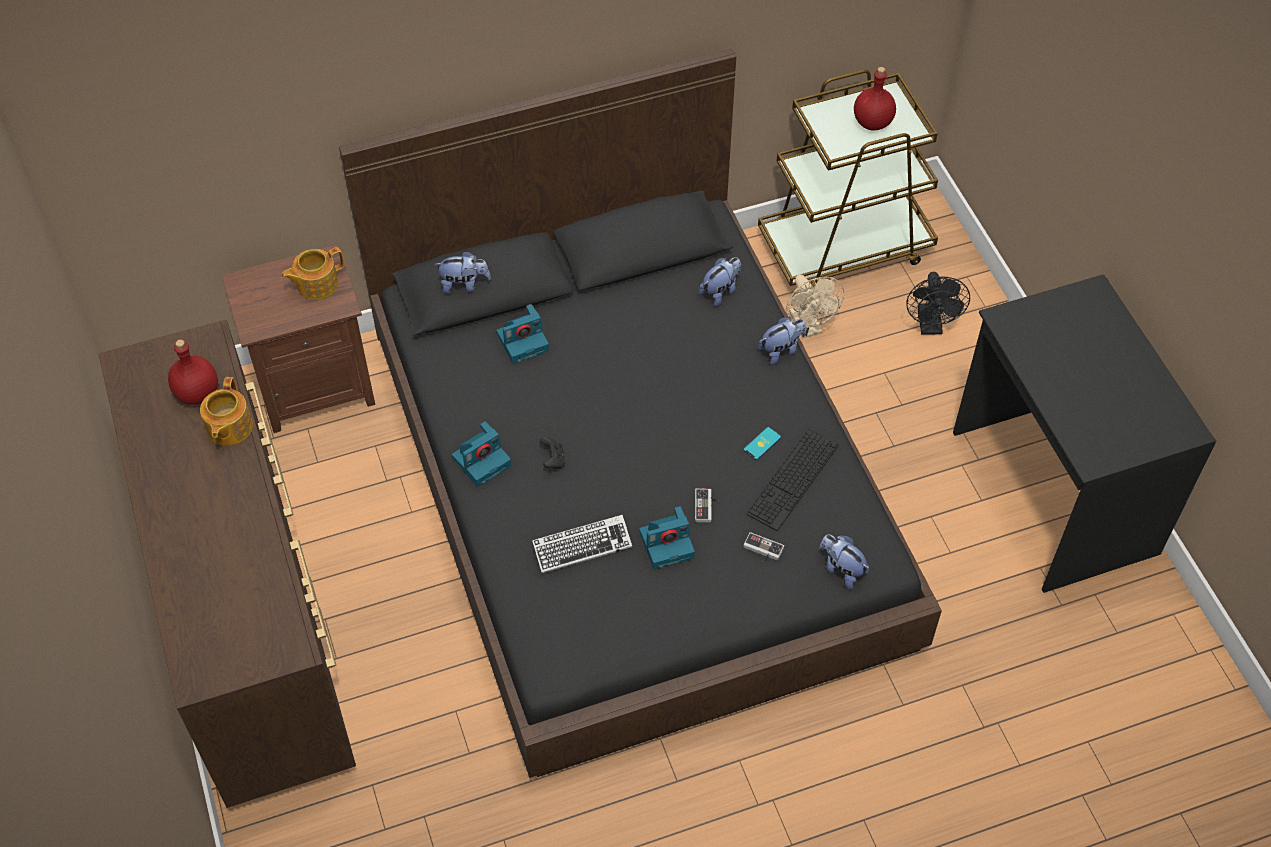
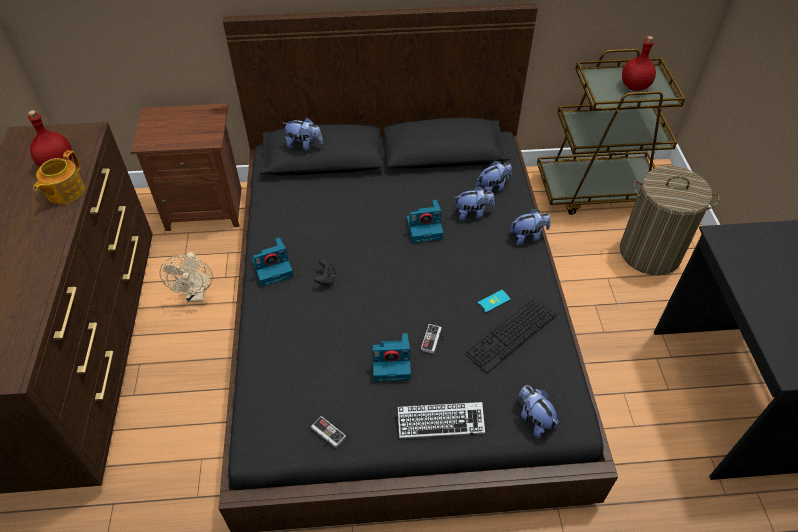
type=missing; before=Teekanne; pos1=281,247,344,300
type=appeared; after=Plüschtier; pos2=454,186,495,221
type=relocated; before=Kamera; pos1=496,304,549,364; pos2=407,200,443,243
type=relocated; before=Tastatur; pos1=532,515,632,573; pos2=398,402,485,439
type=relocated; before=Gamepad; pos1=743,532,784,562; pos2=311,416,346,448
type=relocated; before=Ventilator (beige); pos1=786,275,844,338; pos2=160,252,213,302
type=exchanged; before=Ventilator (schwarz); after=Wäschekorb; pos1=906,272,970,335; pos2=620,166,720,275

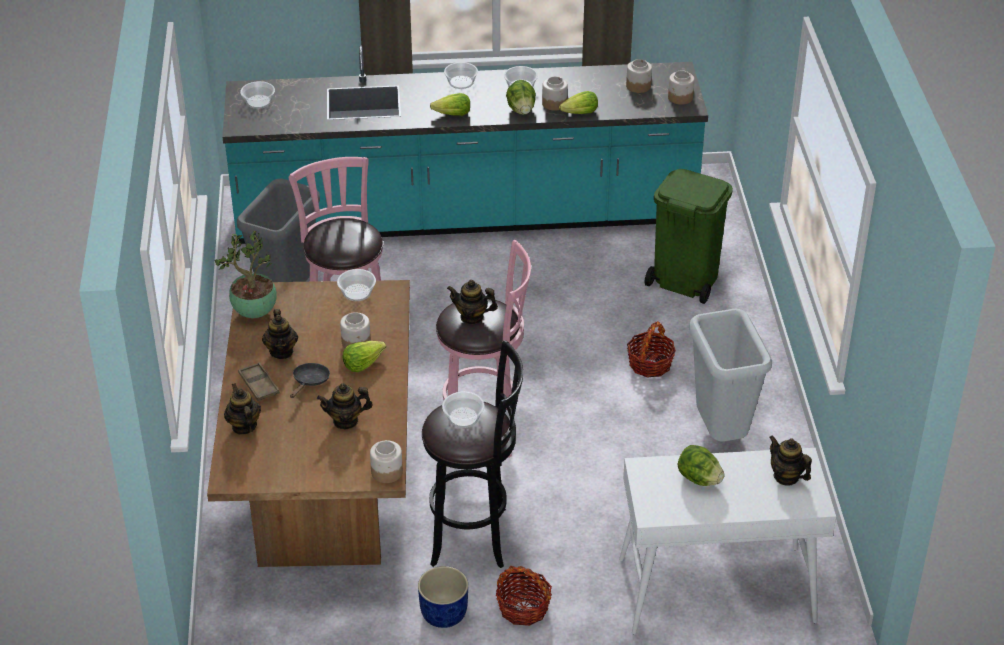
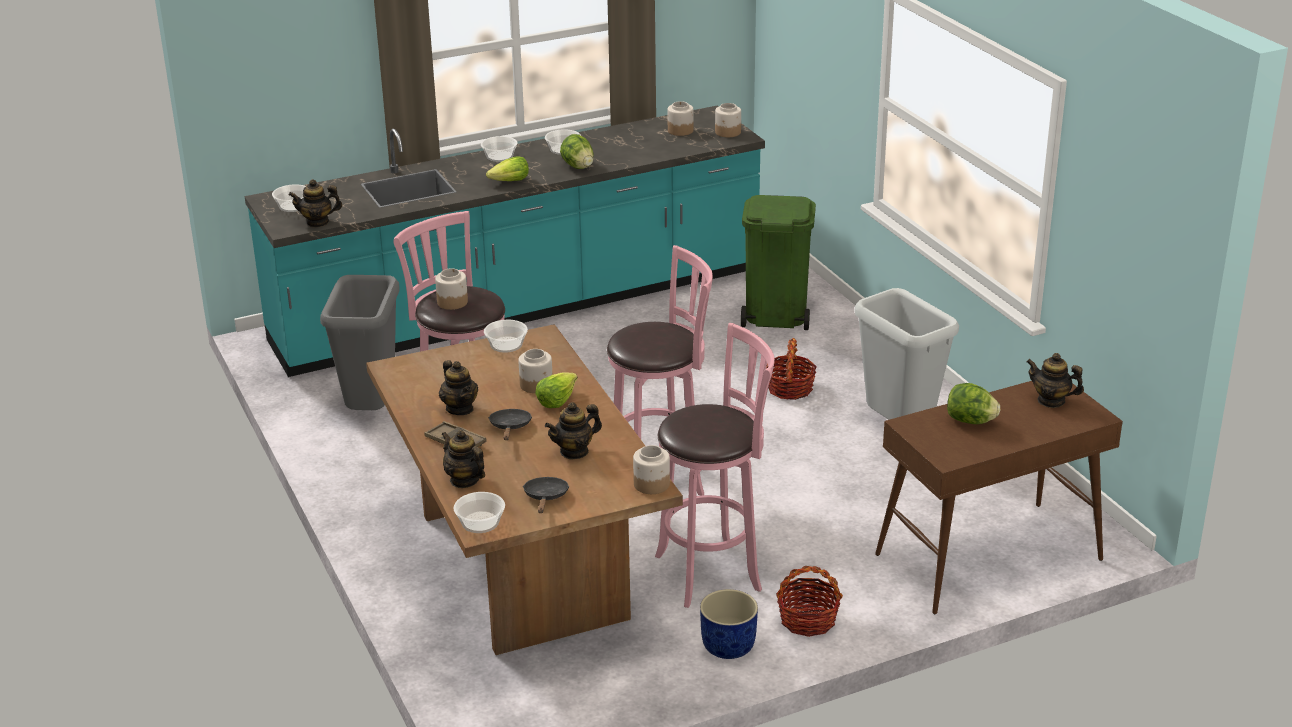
type=missing; before=Topfpflanze; pos1=215,231,276,318
type=missing; before=Salatkopf; pos1=559,91,598,114
type=appeared; after=Pfanne (schwarz); pos2=523,477,569,513
type=relocated; before=Schüssel; pos1=442,391,485,428; pos2=454,492,505,533
type=relocated; before=Teekanne; pos1=447,280,498,324; pos2=289,179,342,227
type=relocated; before=Vorratsglas; pos1=542,76,568,111; pos2=435,268,468,310
type=colour; before=Hocker (schwarz); after=Hocker (rosa); pos1=422,340,523,568; pos2=655,323,775,608
type=colour; before=Konsolentisch (weiß); after=Konsolentisch (braun); pos1=619,448,836,634; pos2=875,381,1123,614

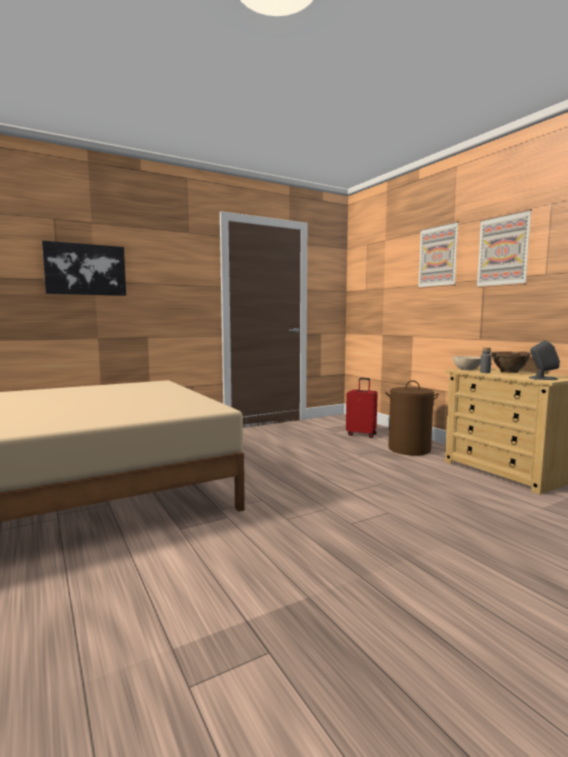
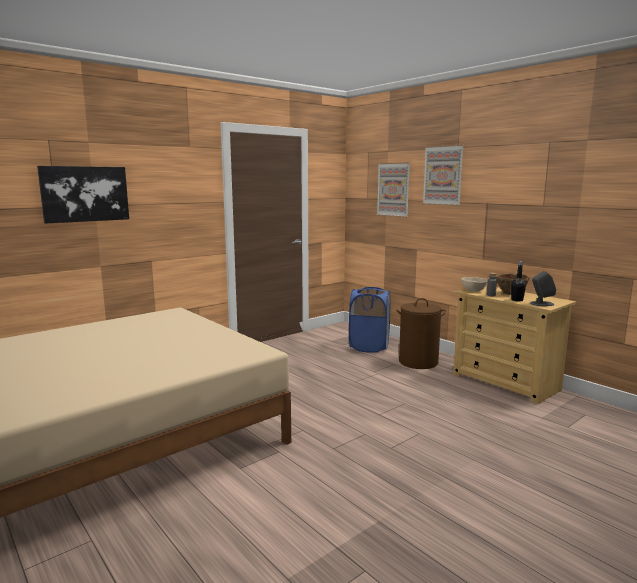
type=appeared; after=Flasche (schwarz); pos2=511,261,526,302
type=relocated; before=Bild; pos1=476,209,532,288; pos2=377,162,410,218
type=exchanged; before=Koffer (rot); after=Wäschekorb (blau); pos1=346,378,378,438; pos2=349,287,390,353

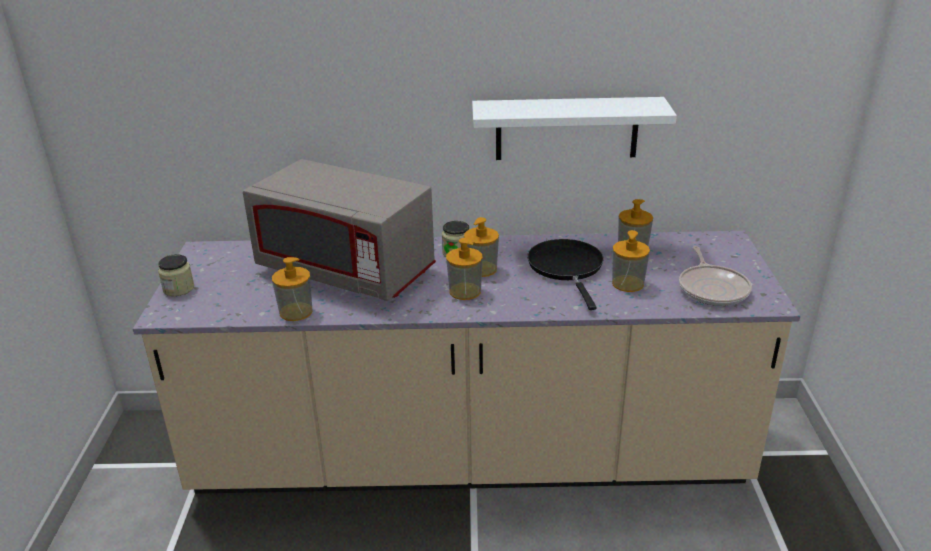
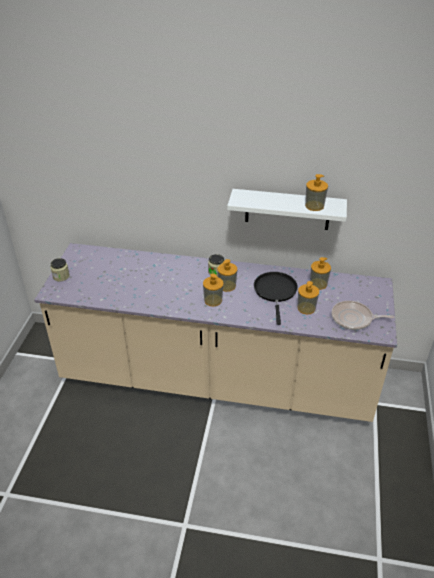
type=missing; before=Mikrowelle (grau); pos1=243,159,436,301
type=relocated; before=Seifenspender; pos1=272,257,313,321; pos2=305,174,328,211
type=spun; before=Pfanne; pos1=679,246,752,306; pos2=332,301,394,330; turn=90

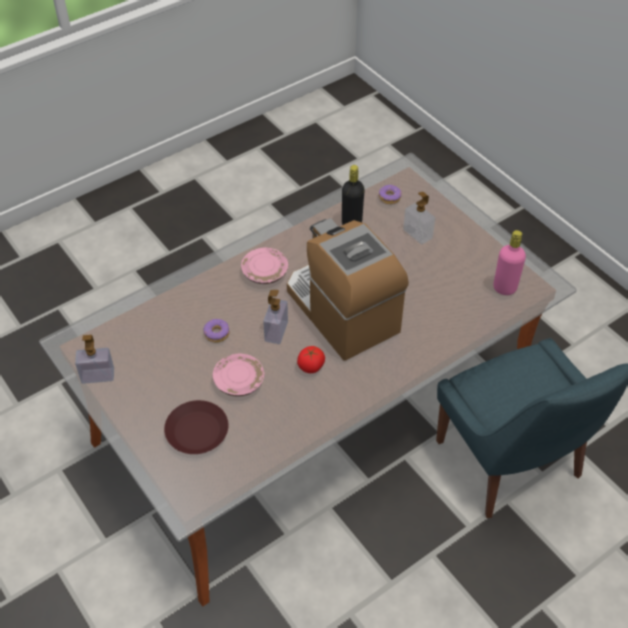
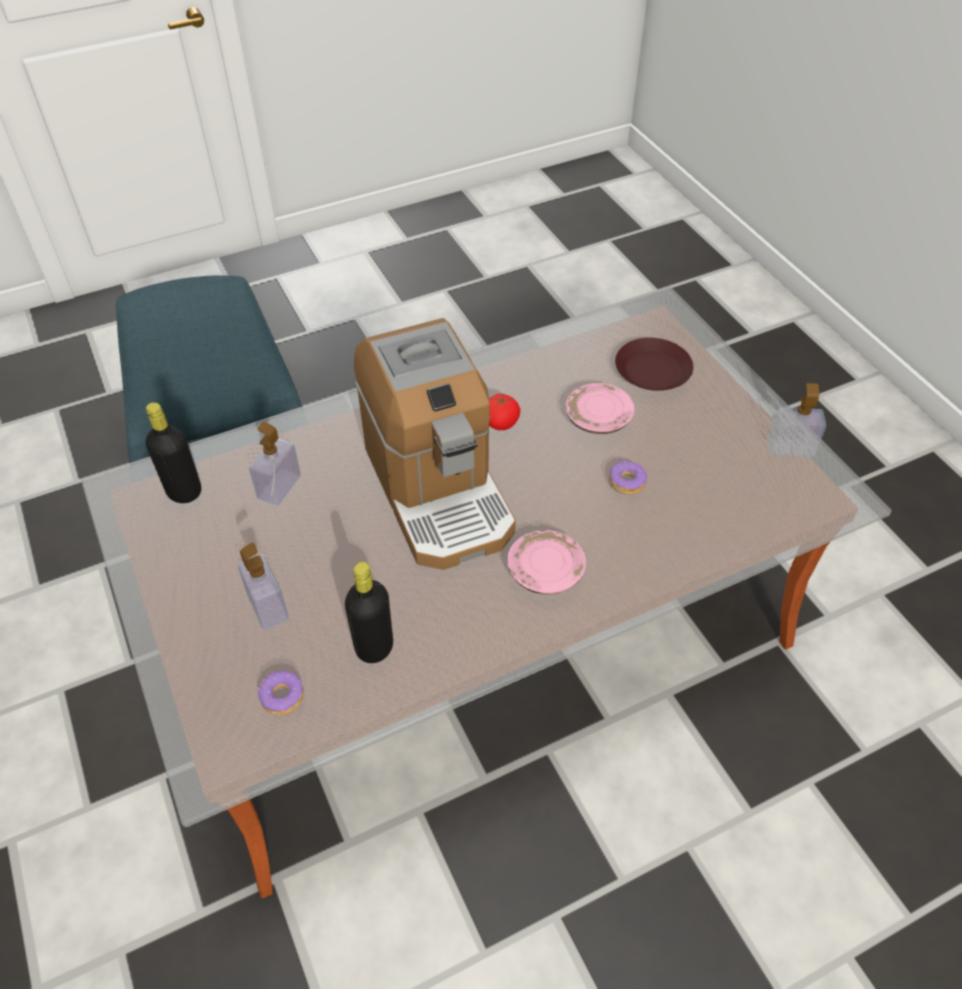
type=relocated; before=Seifenspender; pos1=263,290,288,344; pos2=249,421,301,506
type=colour; before=Flasche (rosa); after=Flasche (schwarz); pos1=493,230,526,295; pos2=146,402,201,503

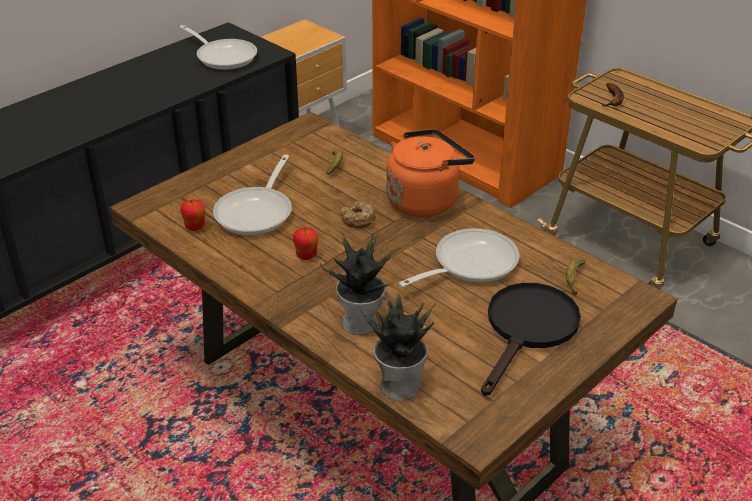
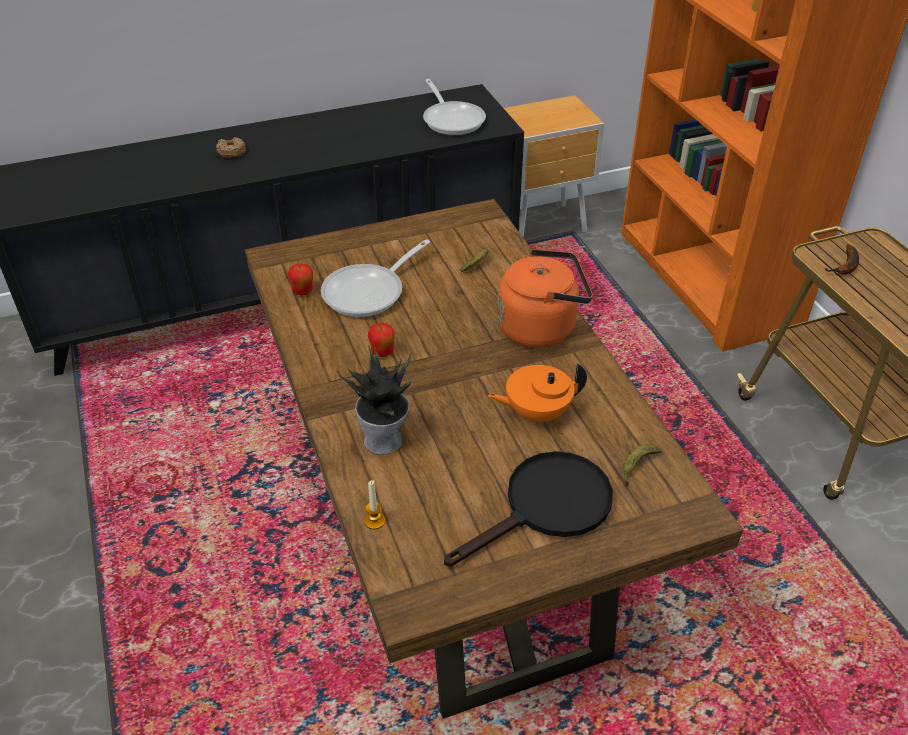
type=relocated; before=Donut; pos1=340,201,376,228; pos2=216,137,246,159
type=exchanged; before=Topfpflanze; after=Kerze; pos1=360,292,436,401; pos2=364,480,385,529
type=exchanged; before=Pfanne; after=Teekanne (orange); pos1=398,228,520,287; pos2=488,363,587,424

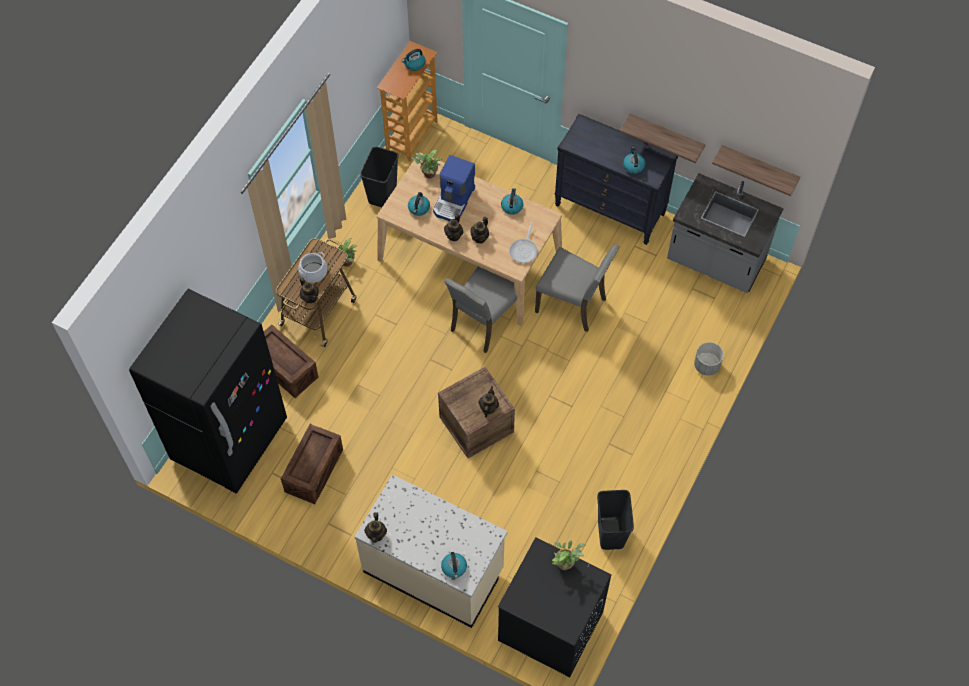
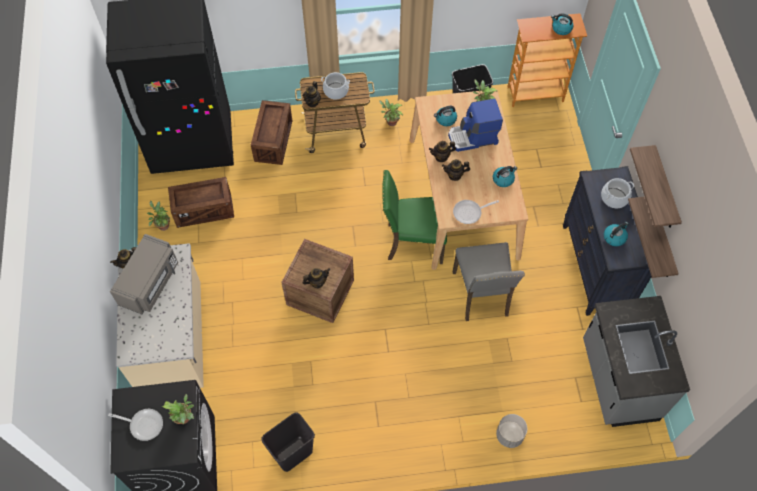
type=missing; before=Wasserkessel; pos1=441,552,467,578
type=appeared; after=Pfanne; pos2=108,409,163,441
type=appeared; after=Mikrowelle (grau); pos2=110,234,178,314
type=appeared; after=Topfpflanze; pos2=147,201,171,231
type=appeared; after=Kochtopf; pos2=601,178,634,208
type=relocated; before=Wandregal; pos1=712,145,800,196; pos2=630,145,682,228
type=colour; before=Stuhl (grau); after=Stuhl (grün); pos1=444,267,517,353; pos2=382,170,447,264

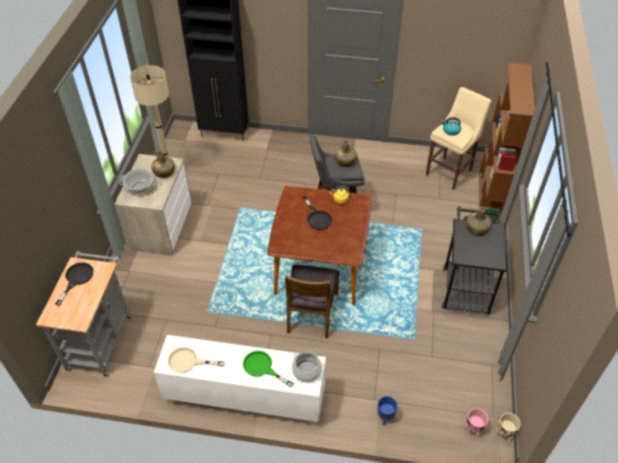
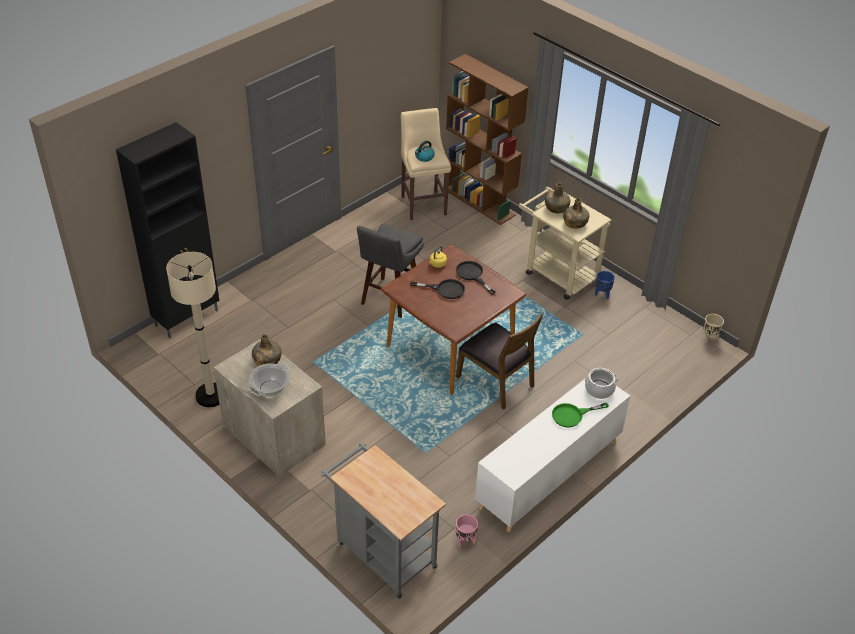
type=missing; before=Pfanne (beige); pos1=168,347,225,373
type=relocated; before=Pfanne (schwarz); pos1=55,262,93,306; pos2=456,261,495,294
type=relocated; before=Flasche (grün); pos1=334,140,357,167; pos2=563,198,589,229
type=relocated; before=Pflanzkübel (blau); pos1=377,396,398,425; pos2=595,271,615,299
type=relocated; before=Pflanzkübel (rosa); pos1=464,408,488,437; pos2=456,514,478,547
type=colour; before=Rollwagen (schwarz); after=Rollwagen (beige); pos1=442,206,507,315; pos2=518,187,612,300

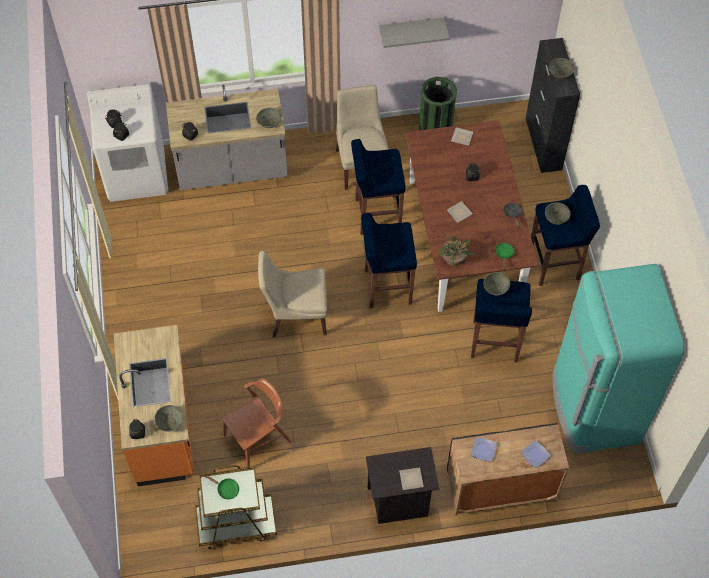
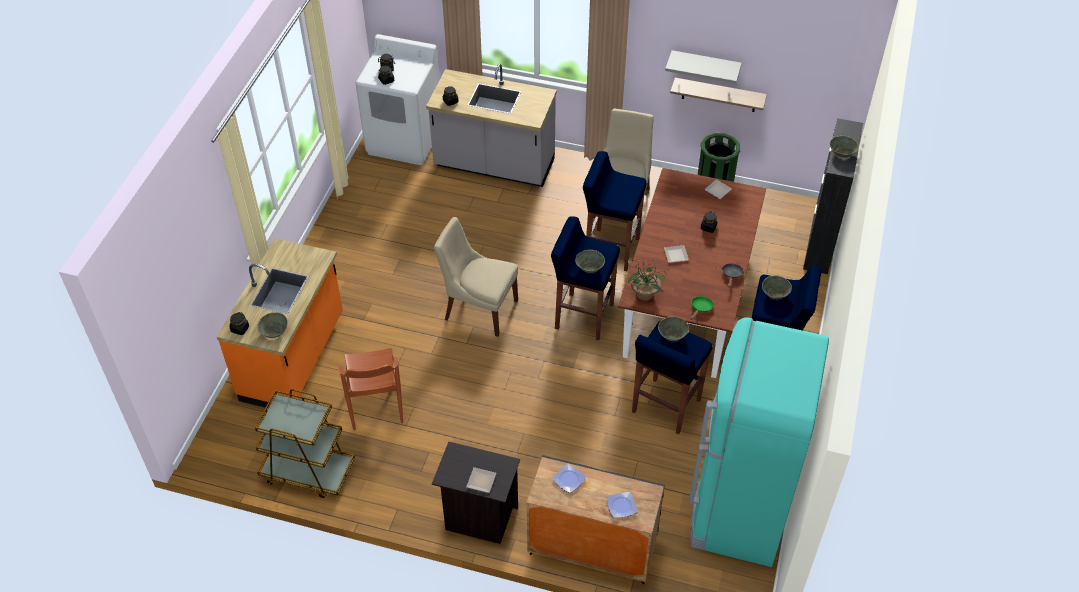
type=missing; before=Pfanne (grün); pos1=205,475,239,500
type=appeared; after=Wandregal; pos2=670,78,767,112
type=relocated; before=Schüssel (grau); pos1=256,107,282,128; pos2=575,250,605,273
type=spun; before=Stuhl (braun); pos1=221,378,292,467; pos2=339,348,403,430; turn=90

